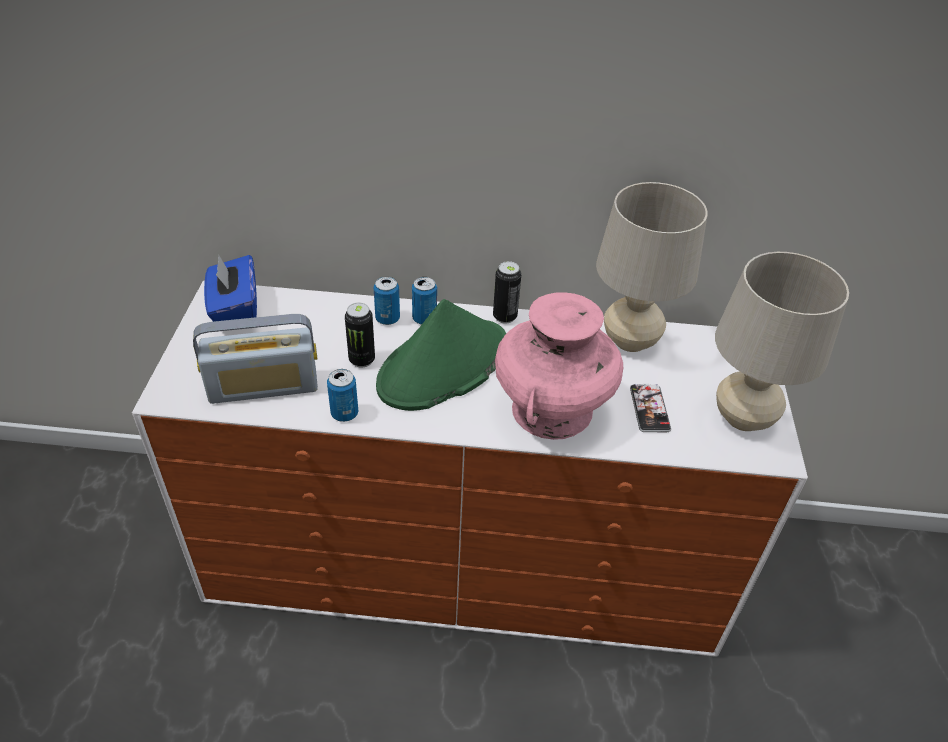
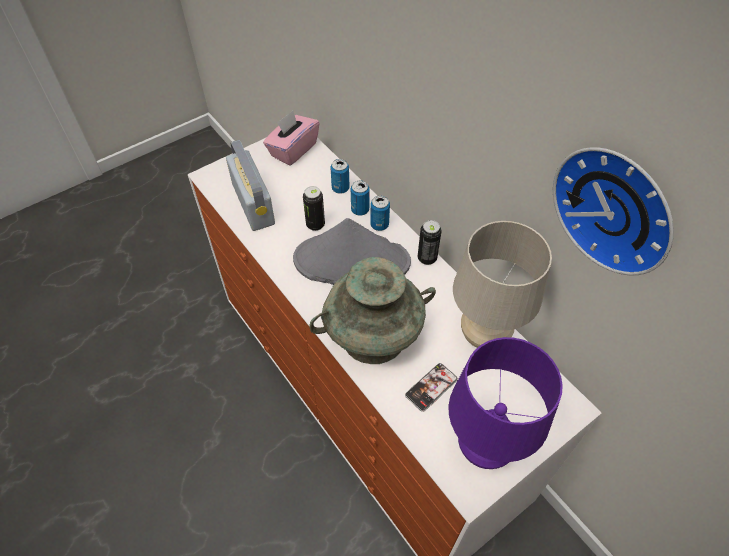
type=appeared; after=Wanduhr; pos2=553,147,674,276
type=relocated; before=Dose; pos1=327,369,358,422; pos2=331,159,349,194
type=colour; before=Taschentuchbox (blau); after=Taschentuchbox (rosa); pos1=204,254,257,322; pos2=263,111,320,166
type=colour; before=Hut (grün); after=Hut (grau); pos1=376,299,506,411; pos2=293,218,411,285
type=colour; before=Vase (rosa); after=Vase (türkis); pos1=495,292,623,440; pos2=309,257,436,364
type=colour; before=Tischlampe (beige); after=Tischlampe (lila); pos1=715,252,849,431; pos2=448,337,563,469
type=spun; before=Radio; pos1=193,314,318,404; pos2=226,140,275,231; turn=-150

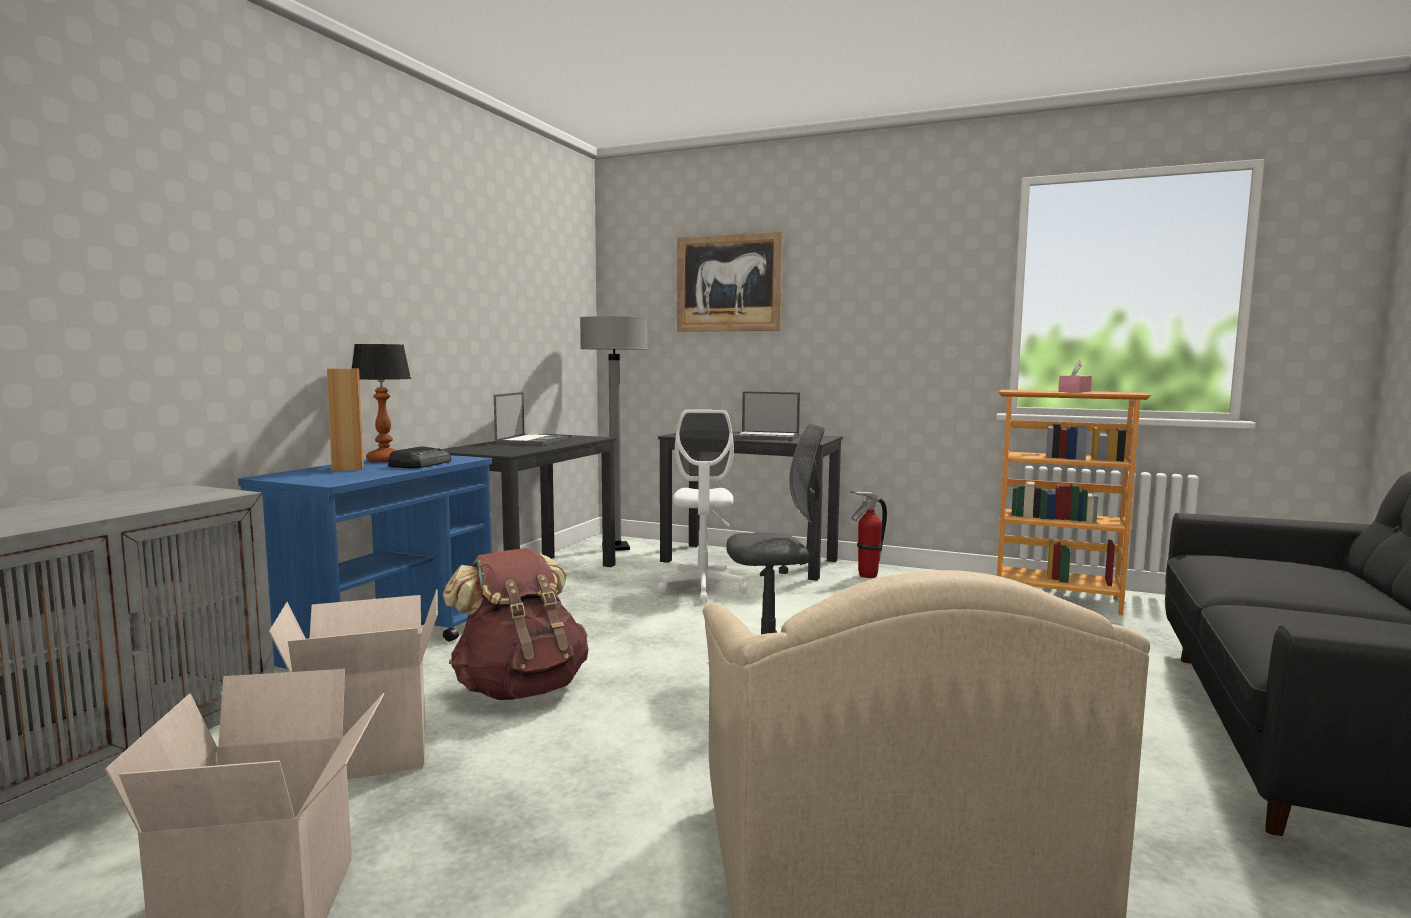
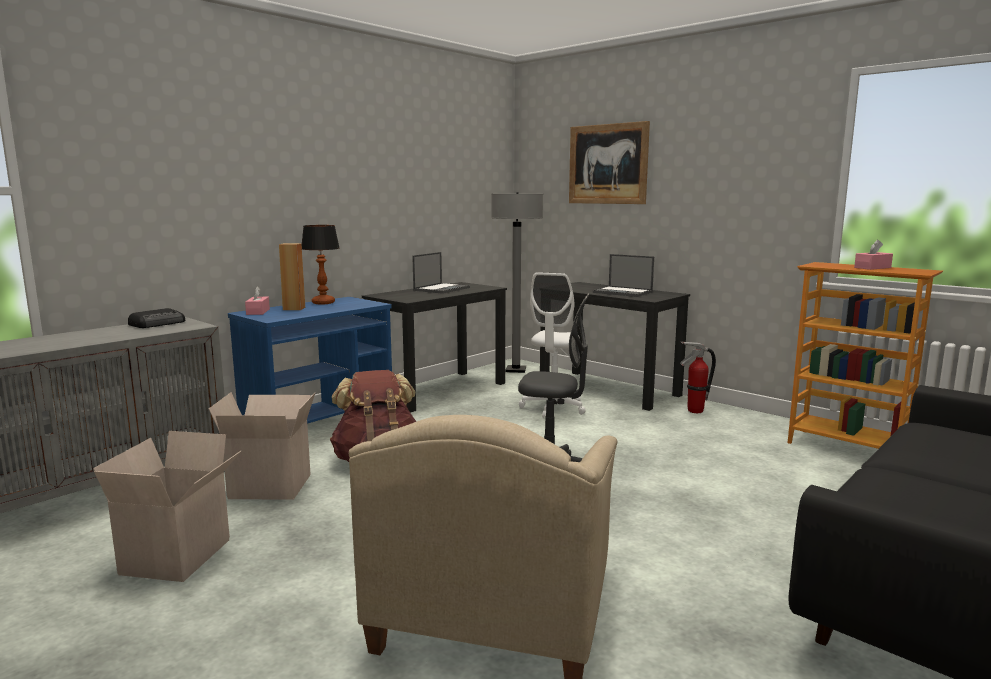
type=appeared; after=Taschentuchbox (rosa); pos2=245,286,270,315
type=relocated; before=Radio; pos1=388,446,451,468; pos2=128,308,185,328

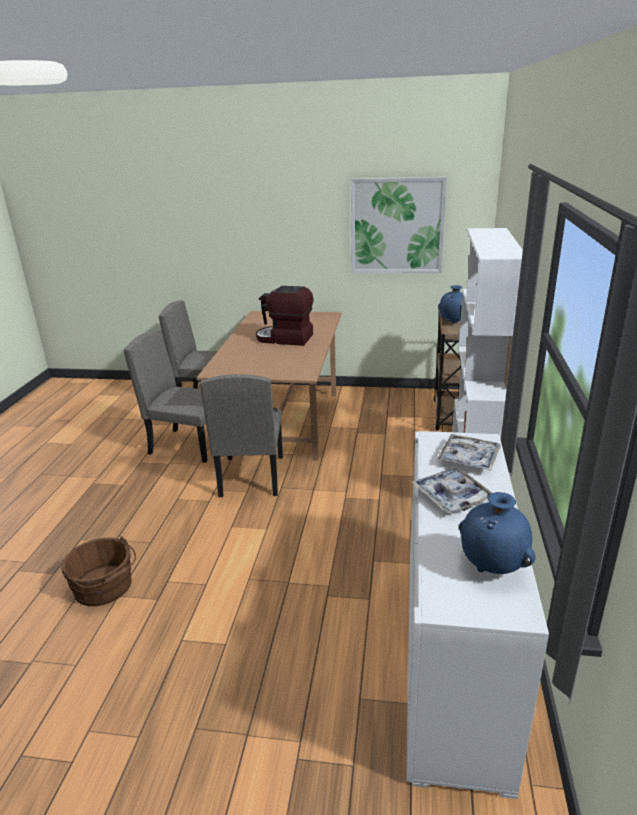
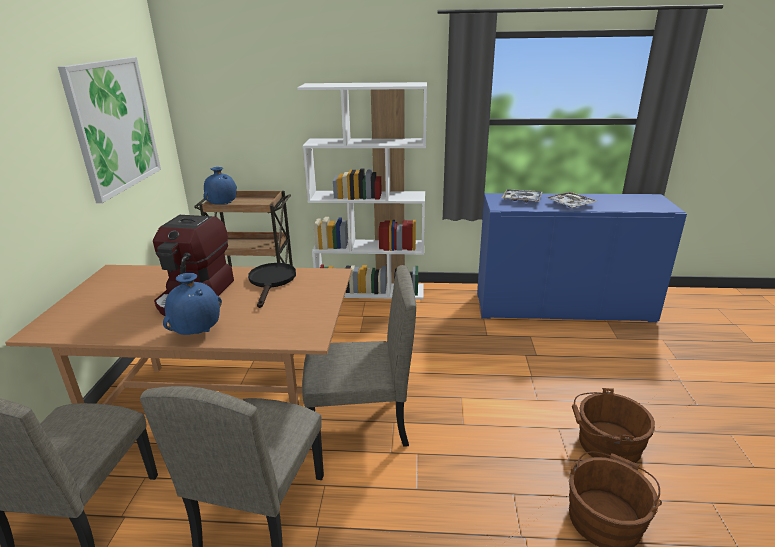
type=appeared; after=Pfanne (schwarz); pos2=248,263,296,308
type=appeared; after=Eimer (braun); pos2=572,388,655,463
type=relocated; before=Vase (blau); pos1=459,492,536,574; pos2=163,273,222,335
type=colour; before=Schrank (weiß); after=Schrank (blau); pos1=406,431,549,799; pos2=477,193,687,322

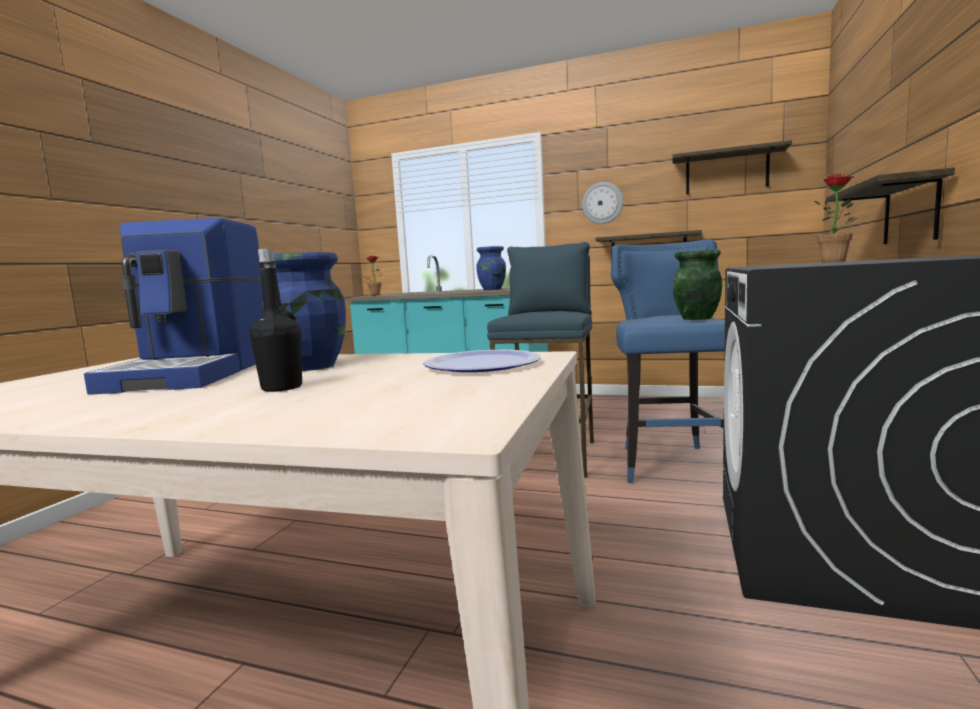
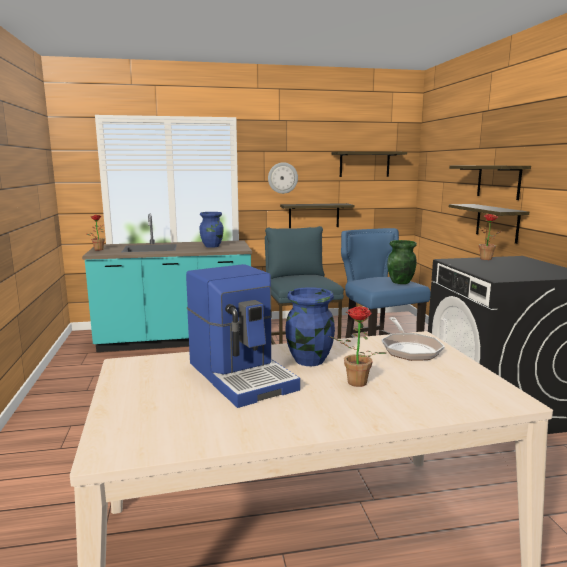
type=appeared; after=Wandregal; pos2=449,166,531,200
type=exchanged; before=Flasche (schwarz); after=Topfpflanze; pos1=249,249,302,392; pos2=329,306,386,387
type=exchanged; before=Teller; after=Pfanne; pos1=423,350,541,372; pos2=381,317,445,361

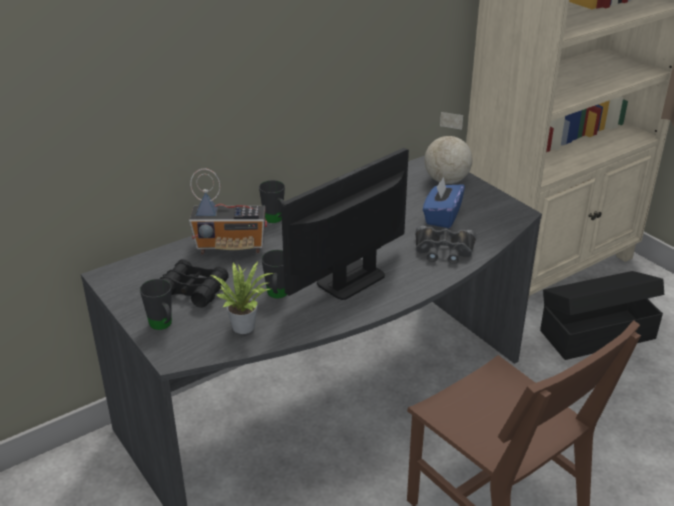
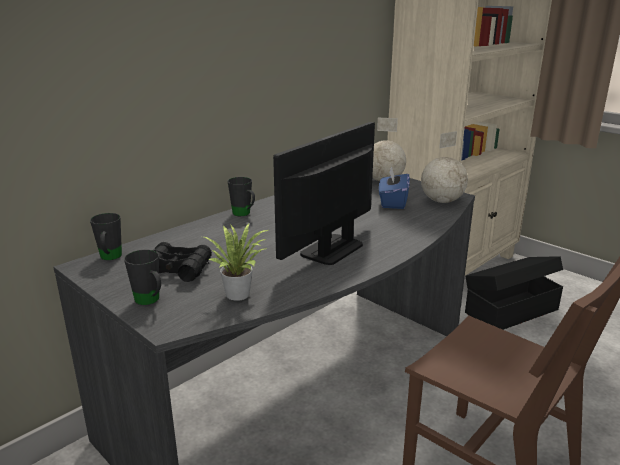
type=missing; before=Radio; pos1=189,168,267,254
type=missing; before=Fernglas (schwarz); pos1=415,226,476,264
type=appeared; after=Globus; pos2=421,131,468,203
type=relocated; before=Henkelbecher (schwarz); pos1=261,250,287,298; pos2=90,213,122,260

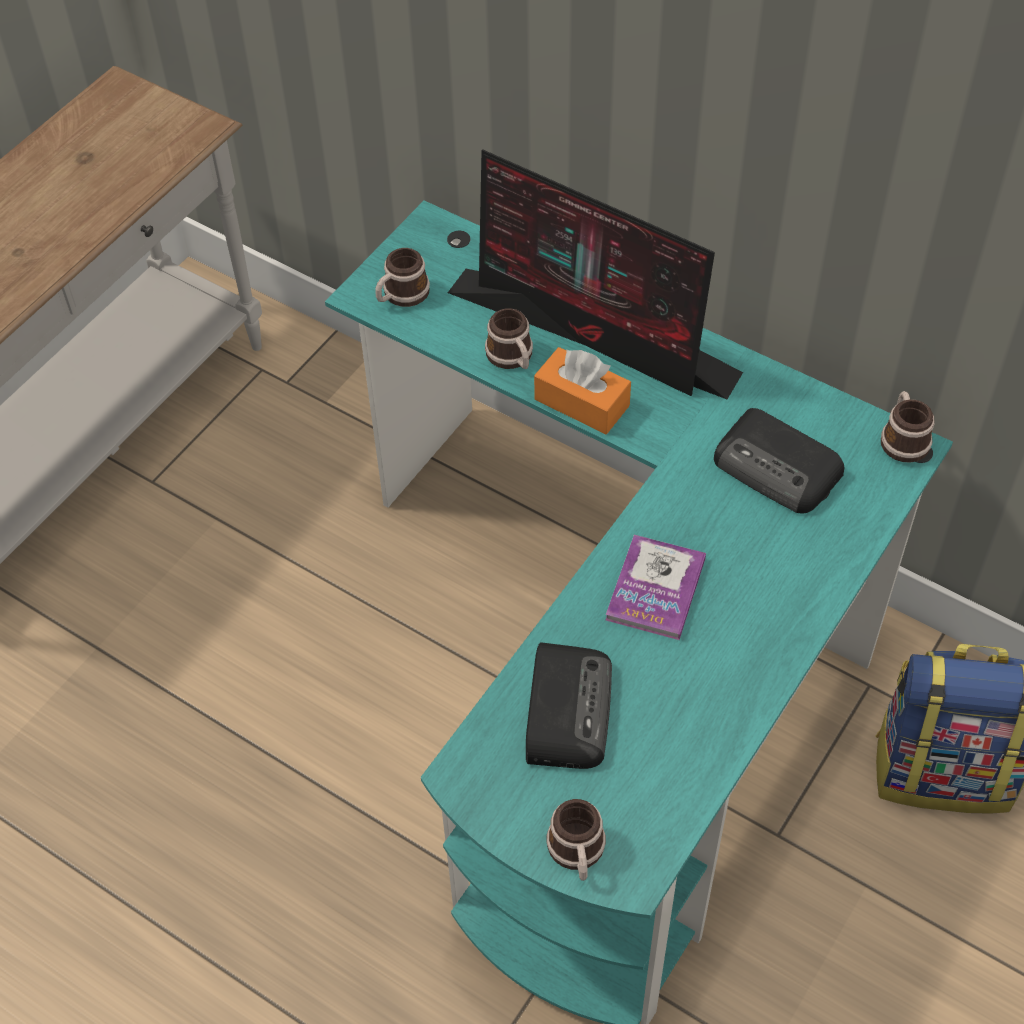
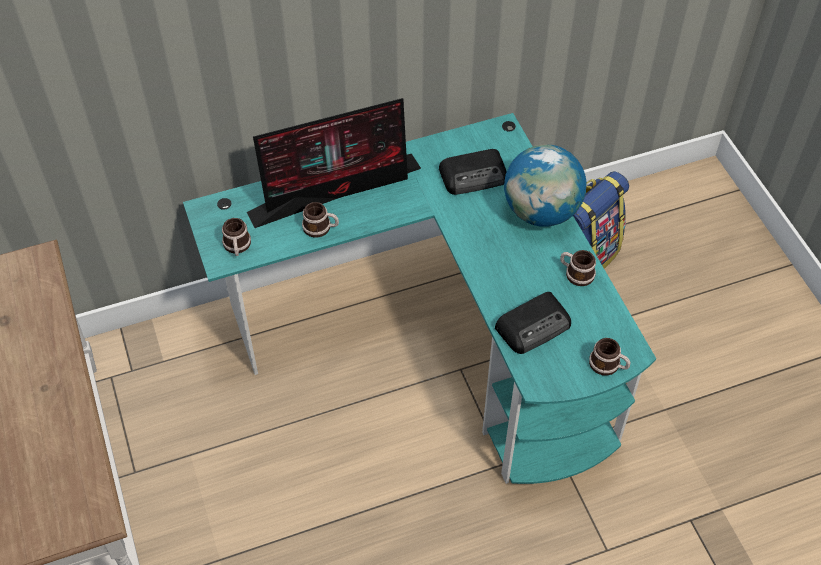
type=missing; before=Taschentuchbox (orange); pos1=534,347,631,434
type=missing; before=Buch; pos1=606,535,706,640
type=appeared; after=Globus; pos2=504,144,586,227
type=relocated; before=Henkelbecher; pos1=881,391,935,463; pos2=560,250,596,286
type=spun; before=Radio; pos1=526,642,612,769; pos2=495,292,571,354; turn=105

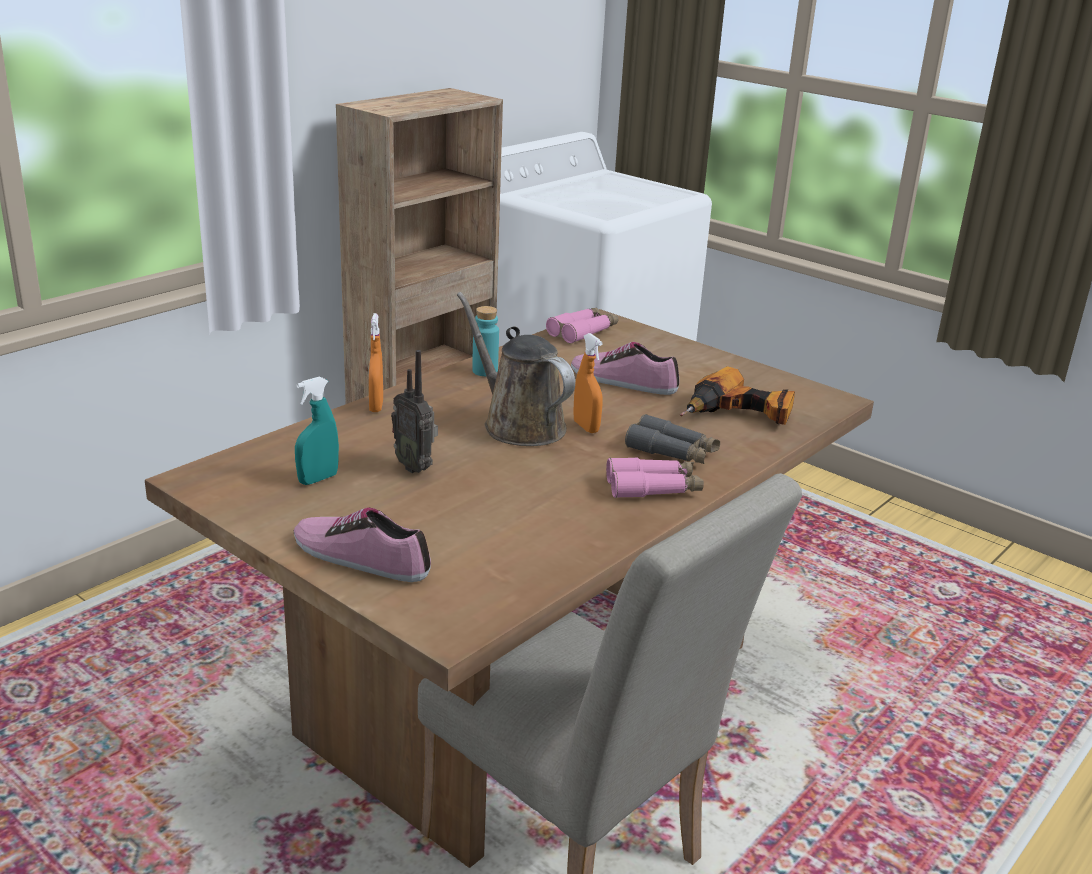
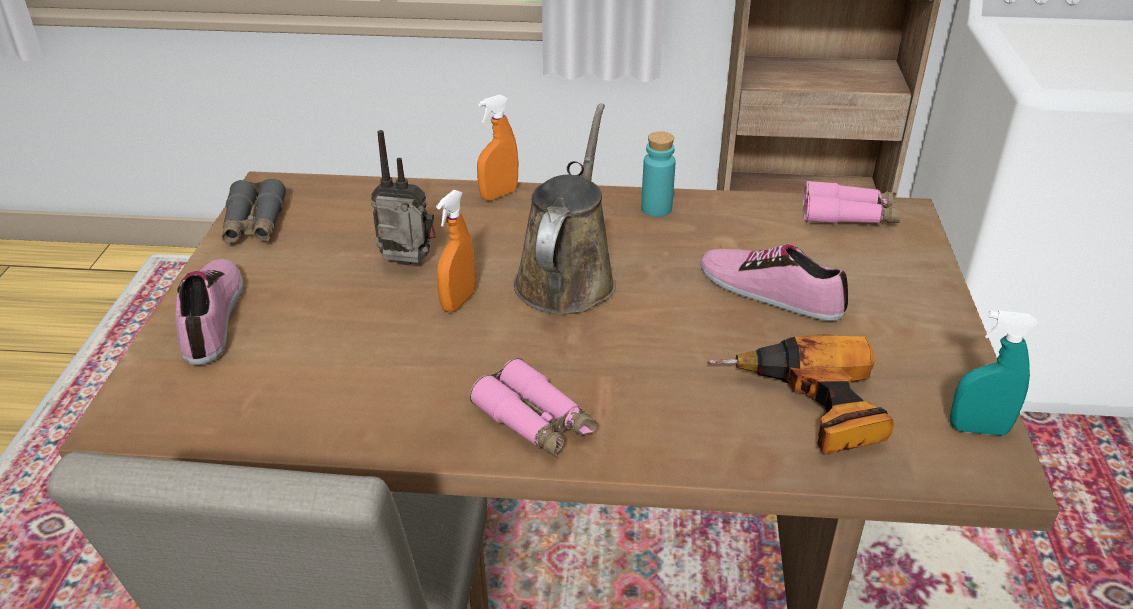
type=relocated; before=Sprühflasche (türkis); pos1=295,376,339,485; pos2=950,311,1038,436
type=relocated; before=Sprühflasche (orange); pos1=573,333,603,433; pos2=436,190,476,312
type=relocated; before=Fernglas (grau); pos1=625,414,720,464; pos2=222,178,286,244
type=spun; before=Radio; pos1=391,350,438,473; pos2=371,130,436,266; turn=90
type=spun; before=Schuh; pos1=571,342,680,395; pos2=700,244,848,321; turn=-45

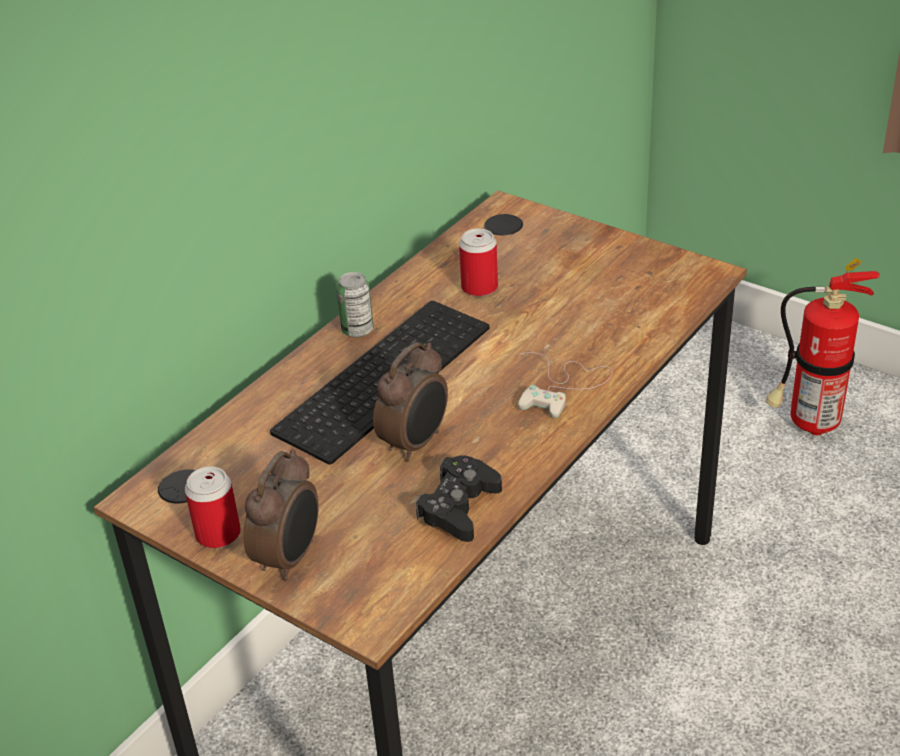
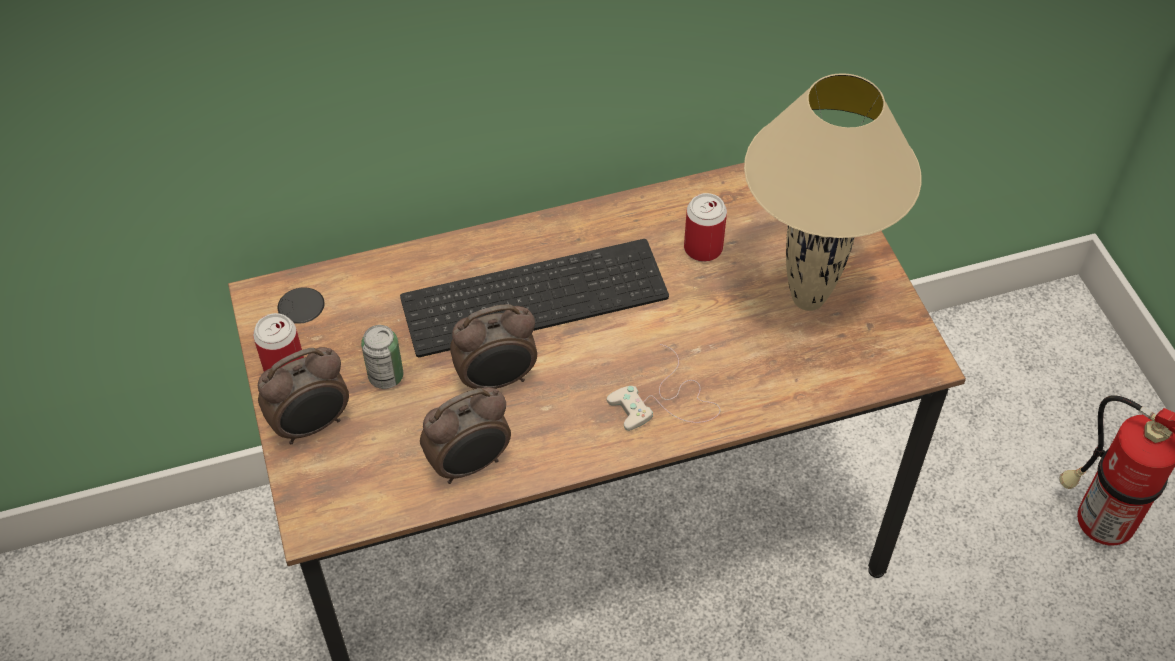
type=appeared; after=Tischlampe (beige); pos2=744,73,922,311
type=relocated; before=Dose; pos1=336,272,374,338; pos2=361,325,404,389
type=exchanged; before=Gamepad (schwarz); after=Wecker; pos1=416,455,502,542; pos2=420,387,511,484

